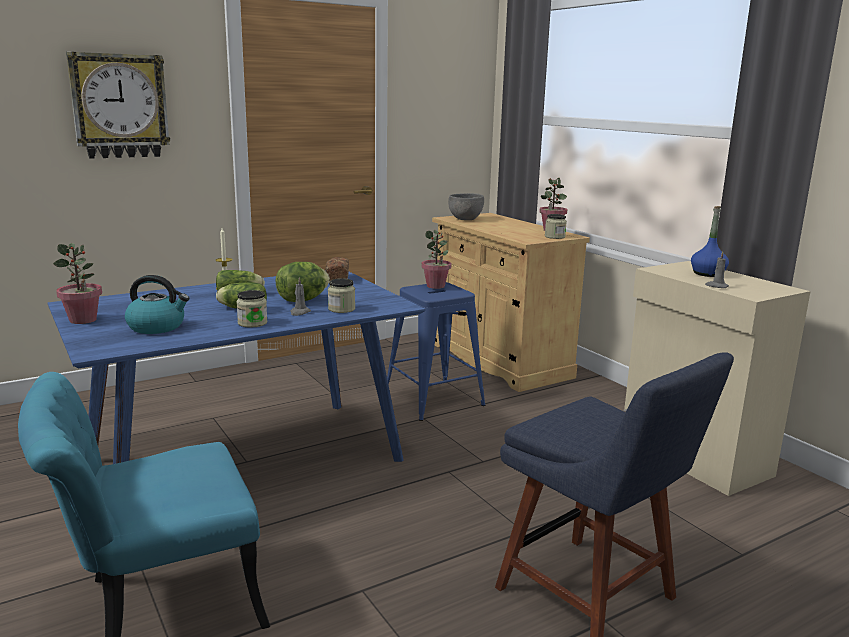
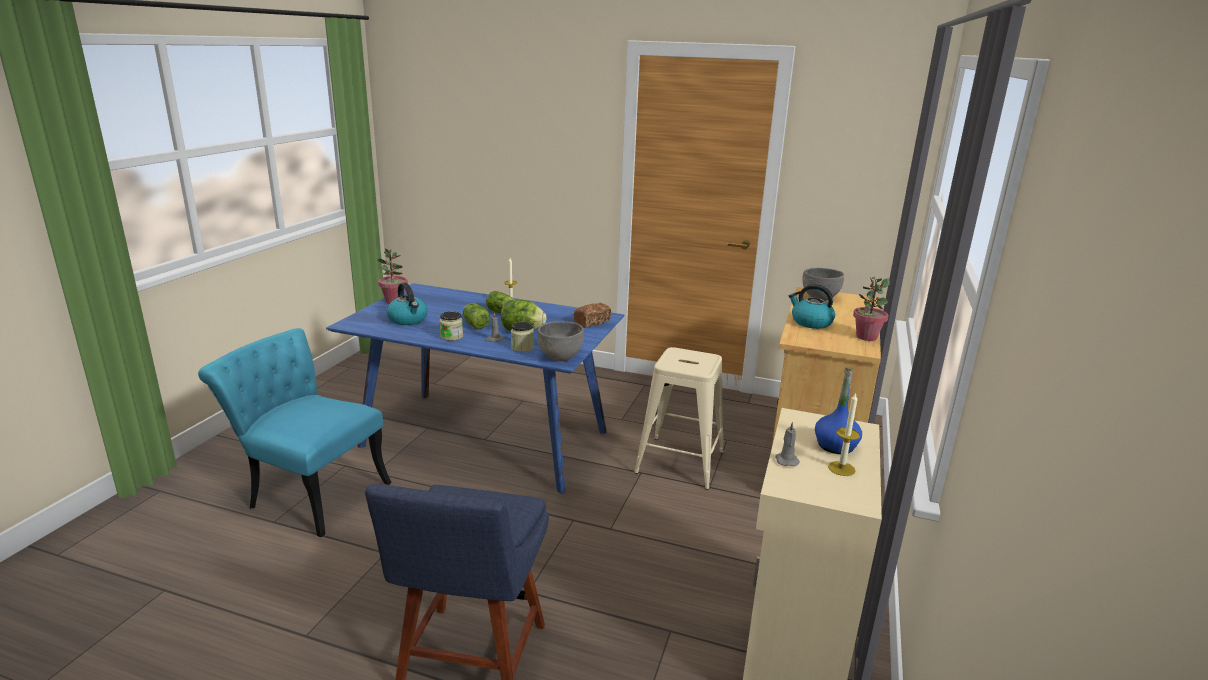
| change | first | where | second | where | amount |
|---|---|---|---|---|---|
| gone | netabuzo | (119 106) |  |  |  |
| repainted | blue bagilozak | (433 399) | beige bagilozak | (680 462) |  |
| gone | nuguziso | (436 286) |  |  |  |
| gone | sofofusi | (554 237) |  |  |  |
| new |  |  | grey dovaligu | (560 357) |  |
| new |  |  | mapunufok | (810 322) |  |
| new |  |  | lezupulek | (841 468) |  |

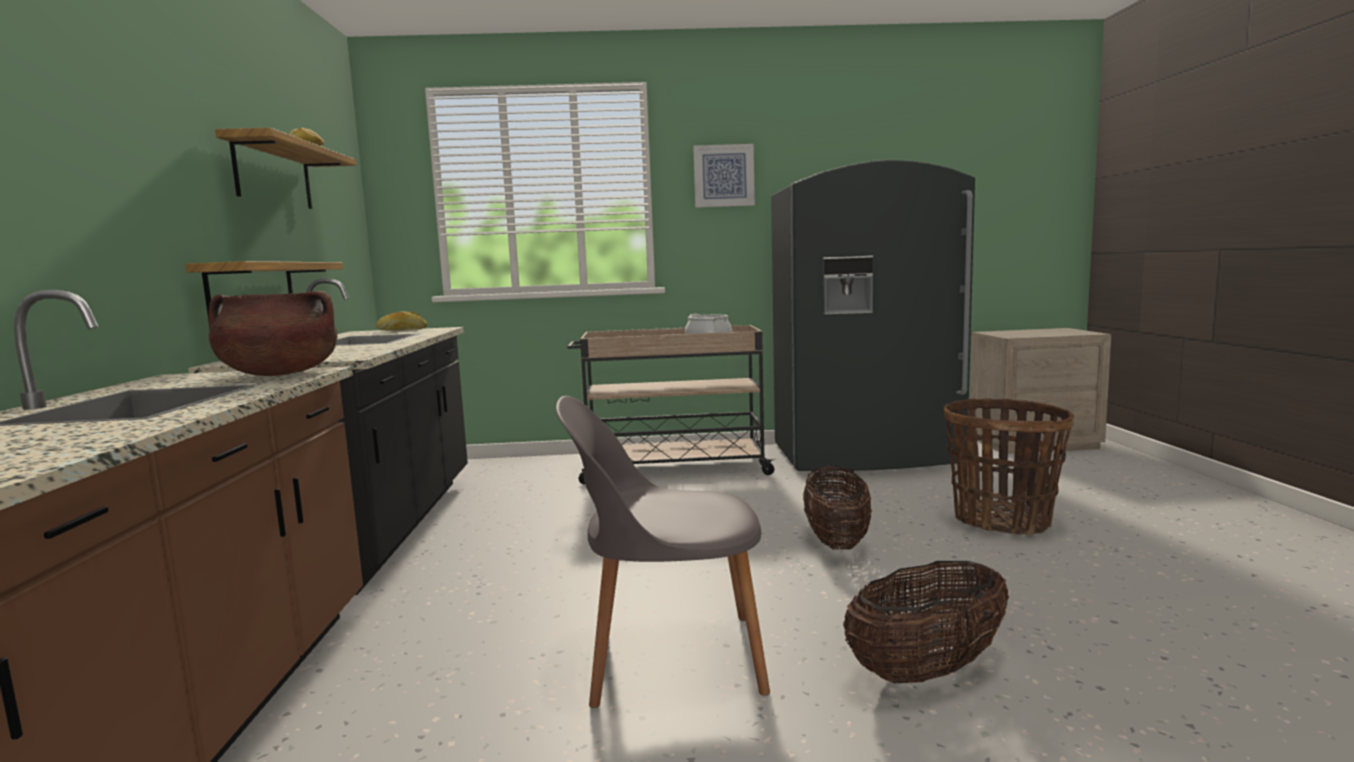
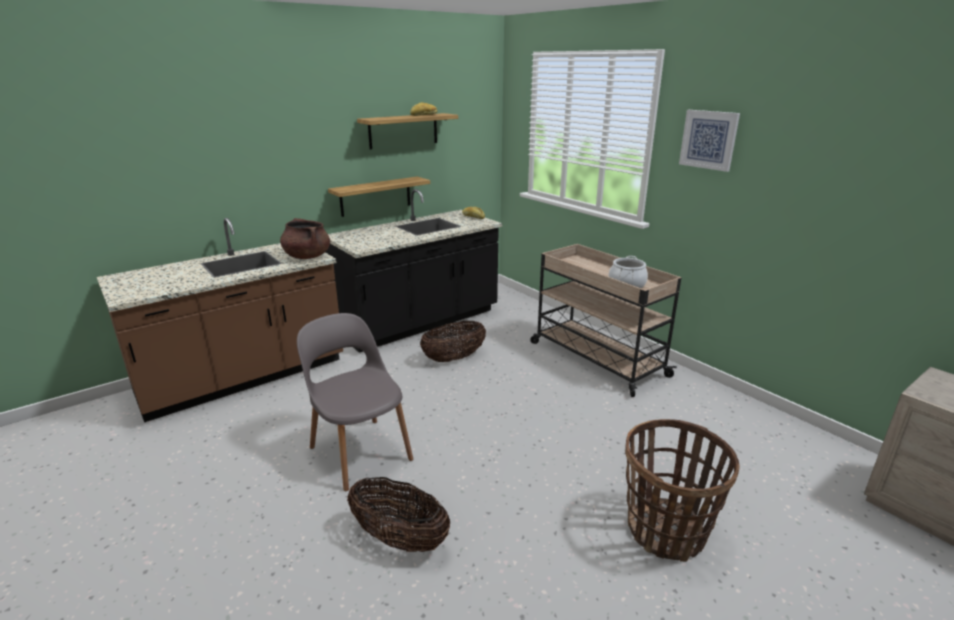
| change | first | where | second | where | amount |
|---|---|---|---|---|---|
| gone | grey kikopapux | (866 455) |  |  |  |
| shifted | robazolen | (836 541) |  | (454 358) |  |

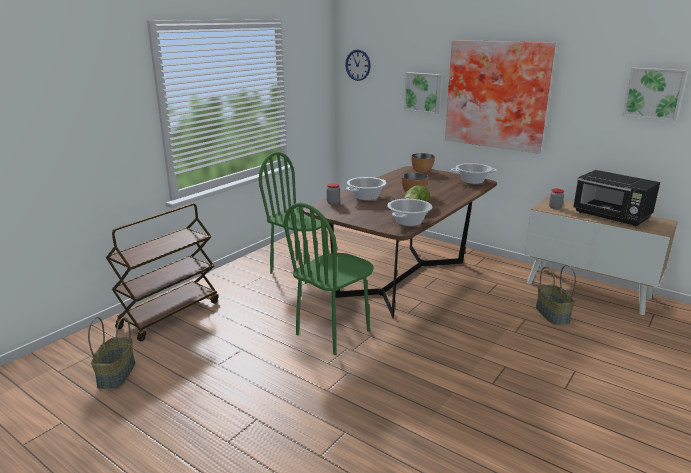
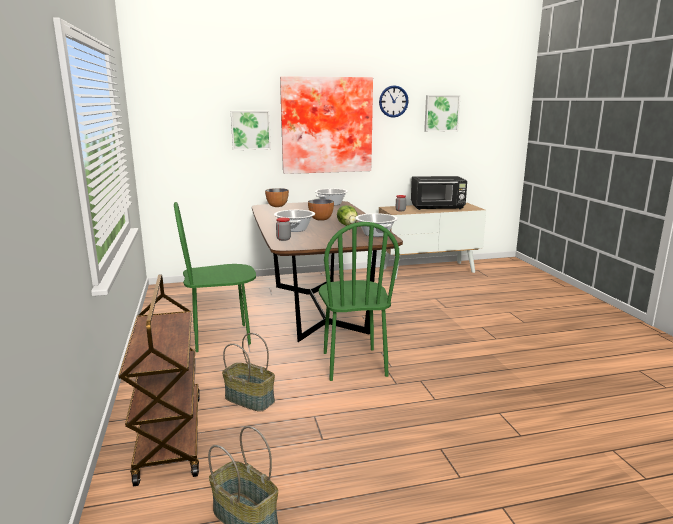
| change | first | where | second | where | amount |
|---|---|---|---|---|---|
| shifted | netabuzo | (358 65) |  | (393 101) |  |
| shifted | robazolen | (553 315) |  | (250 399) |  |

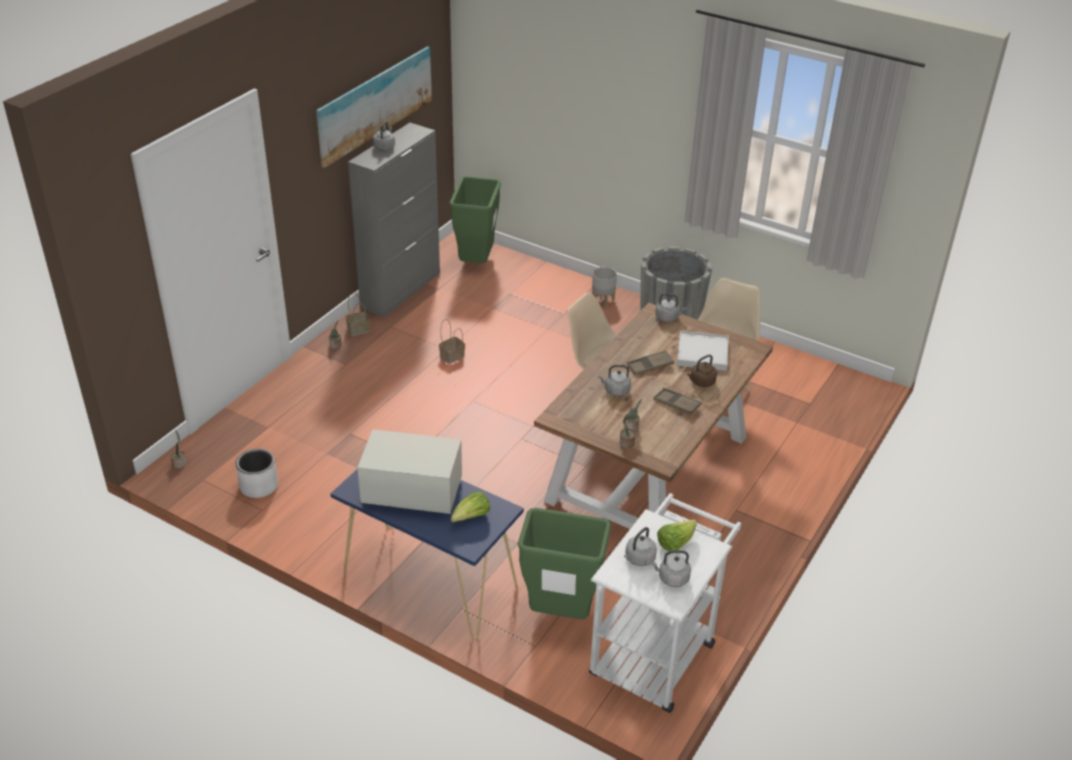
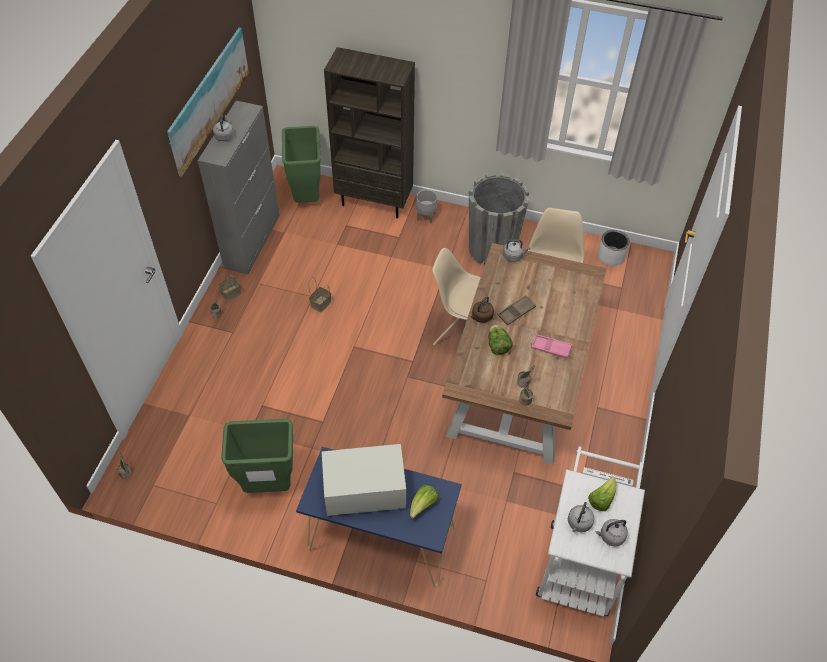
| change | first | where | second | where | amount |
|---|---|---|---|---|---|
| shifted | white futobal | (259 486) |  | (611 256) |  |
| shifted | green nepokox | (559 614) |  | (267 485) |  |
| swapped | grey mapunufok | (615 391) | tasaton | (497 346) |  |
| repainted | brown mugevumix | (676 404) | pink mugevumix | (551 348) |  |
| gone | white mugevumix | (702 353) |  |  |  |
| shifted | brown mapunufok | (701 382) |  | (481 317) |  |
| new |  |  | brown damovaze | (374 202) |  |

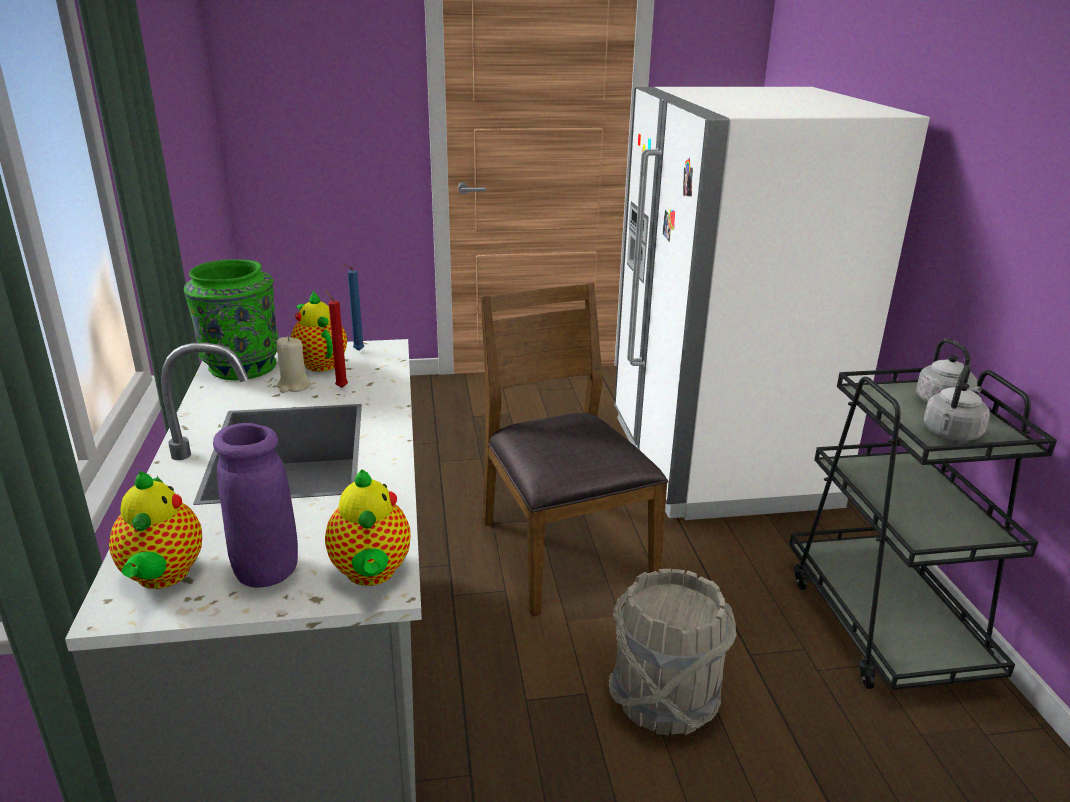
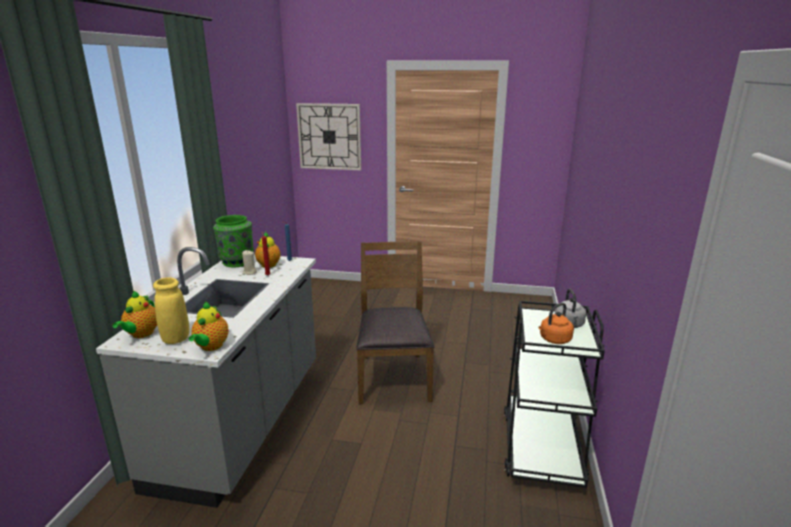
| change | first | where | second | where | amount |
|---|---|---|---|---|---|
| repainted | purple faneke | (266 570) | yellow faneke | (176 339) |  |
| gone | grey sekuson | (665 700) |  |  |  |
| gone | white kikopapux | (718 460) |  |  |  |
| repainted | grey mapunufok | (950 434) | orange mapunufok | (554 340) |  |
| new |  |  | netabuzo | (329 136) |  |

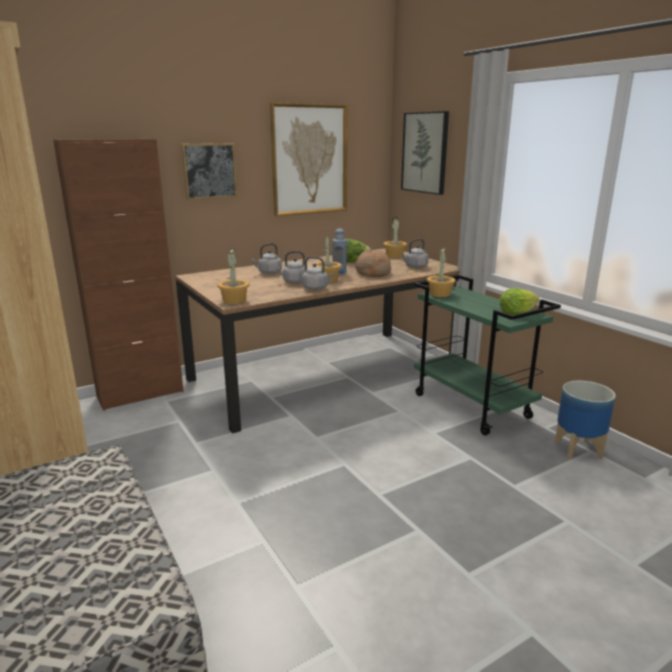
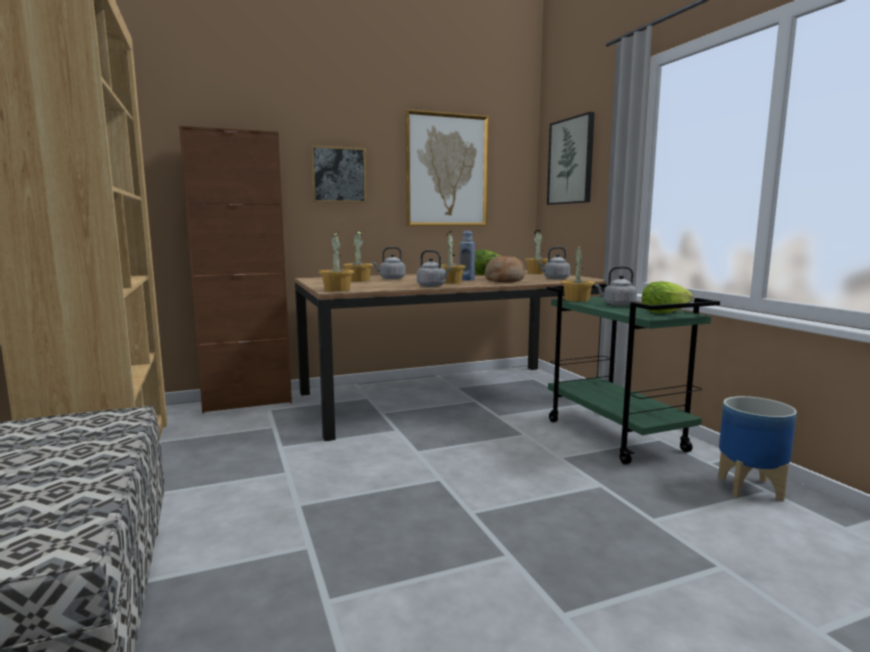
| change | first | where | second | where | amount |
|---|---|---|---|---|---|
| shifted | grey mapunufok | (293 282) |  | (617 305) |  |
| new |  |  | nuguziso | (358 280) |  |

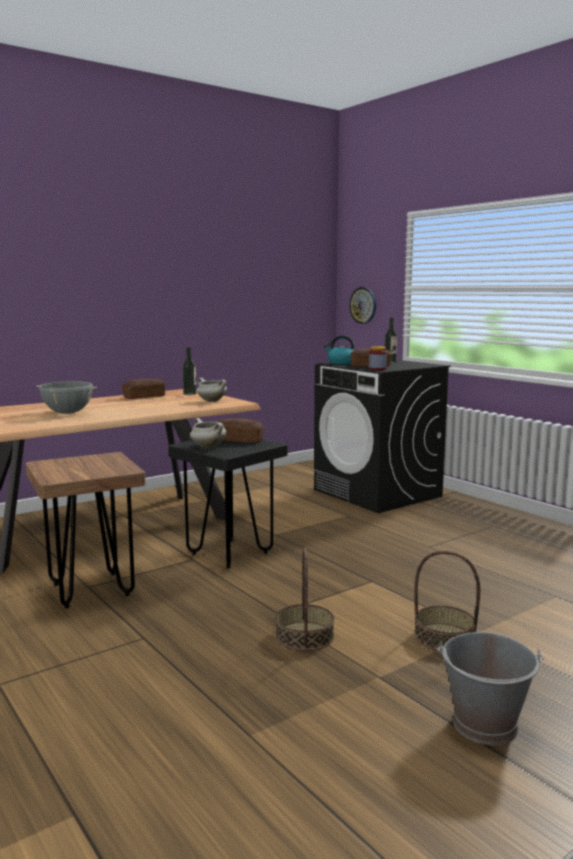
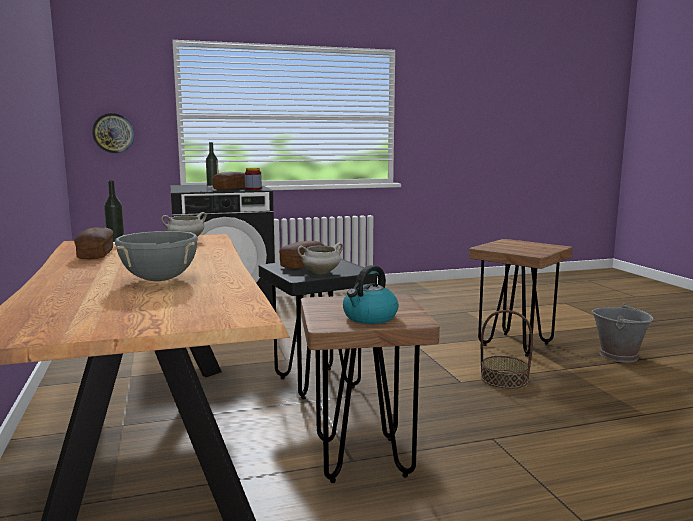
| change | first | where | second | where | amount |
|---|---|---|---|---|---|
| shifted | mapunufok | (341 363) |  | (369 318) |  |
| swapped | robazolen | (444 637) | brown bagilozak | (515 344) |  |

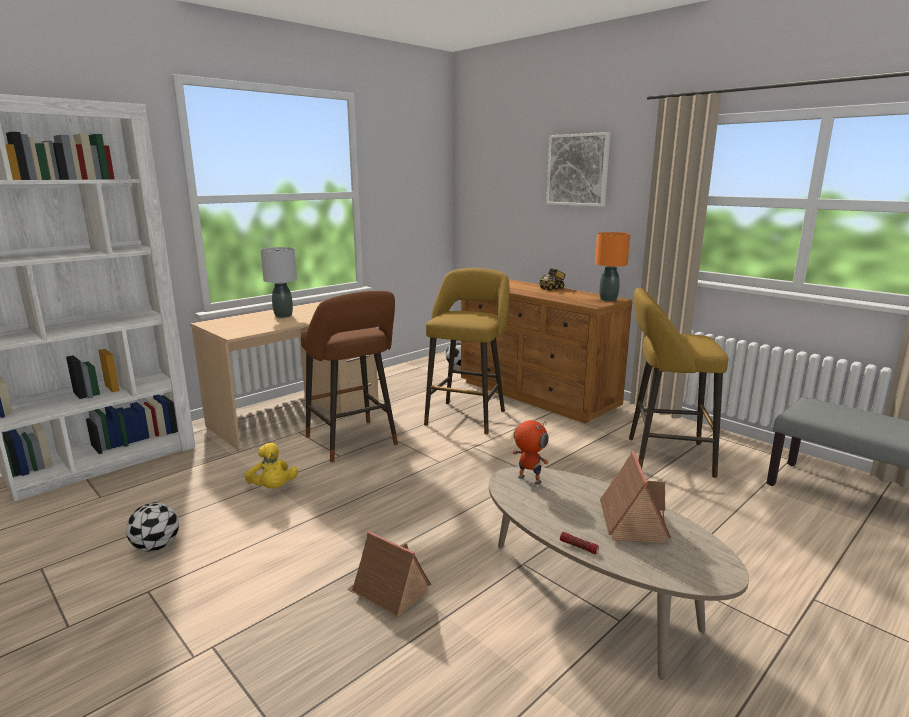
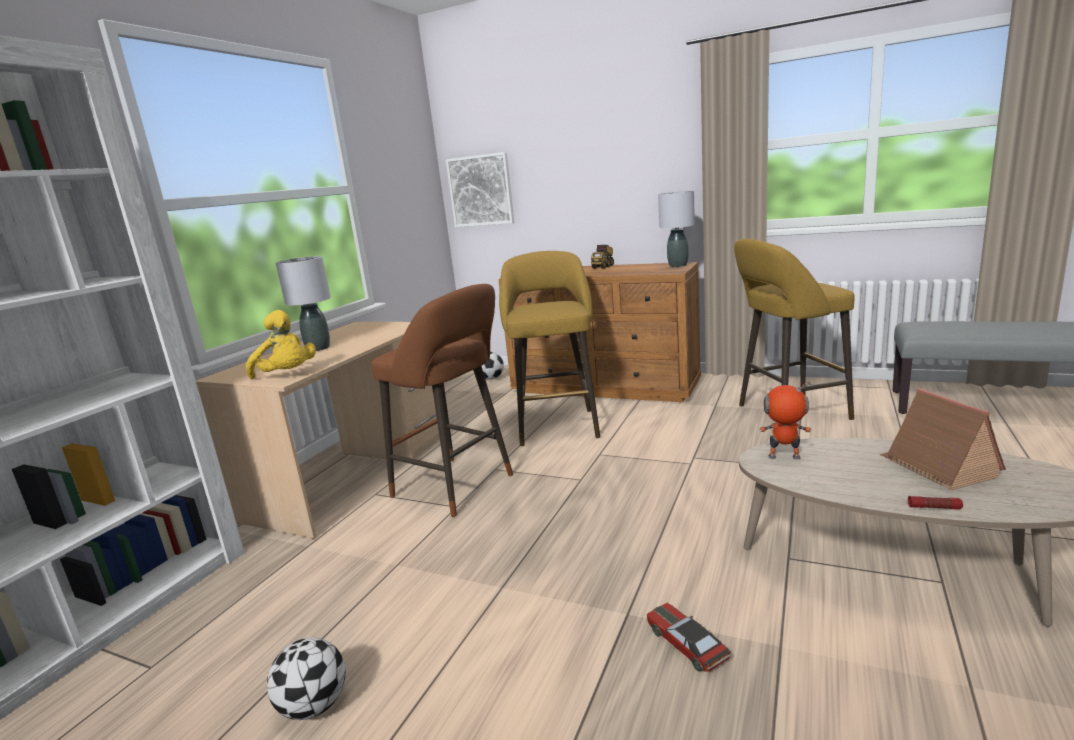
| change | first | where | second | where | amount |
|---|---|---|---|---|---|
| shifted | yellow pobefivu | (273 488) |  | (287 375) |  |
| swapped | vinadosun | (388 591) | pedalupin | (686 643) |  |
| shifted | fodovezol | (578 170) |  | (481 190) |  |
| repainted | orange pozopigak | (608 299) | grey pozopigak | (677 265) |  |

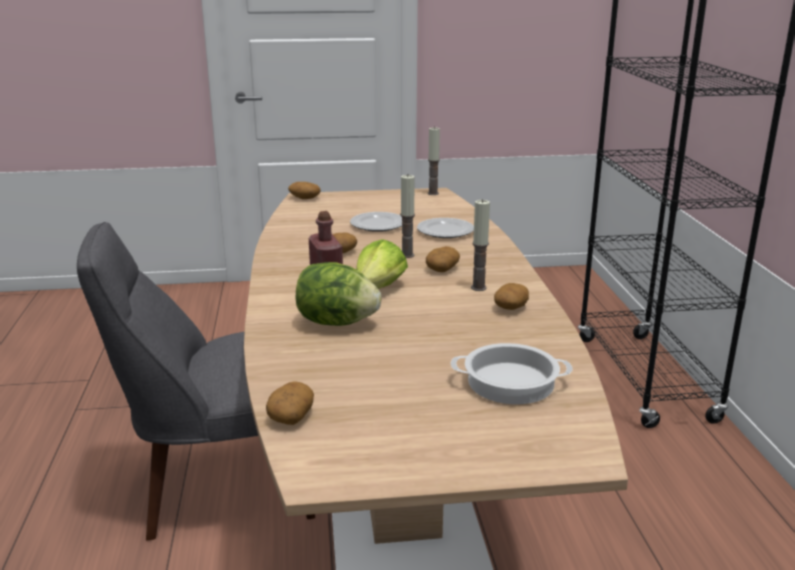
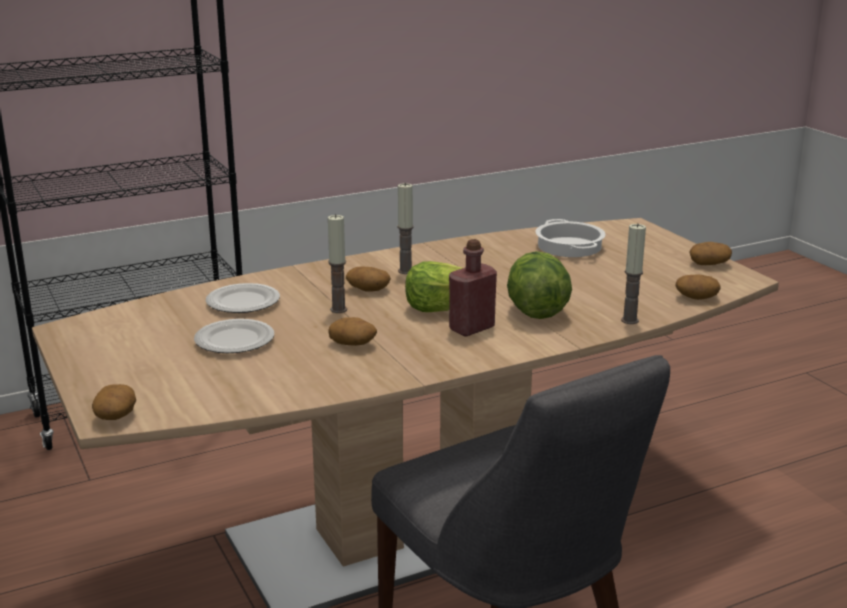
| change | first | where | second | where | amount |
|---|---|---|---|---|---|
| shifted | lezupulek | (433 193) |  | (630 320) |  |
| shifted | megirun | (511 307) |  | (709 264) |  |

